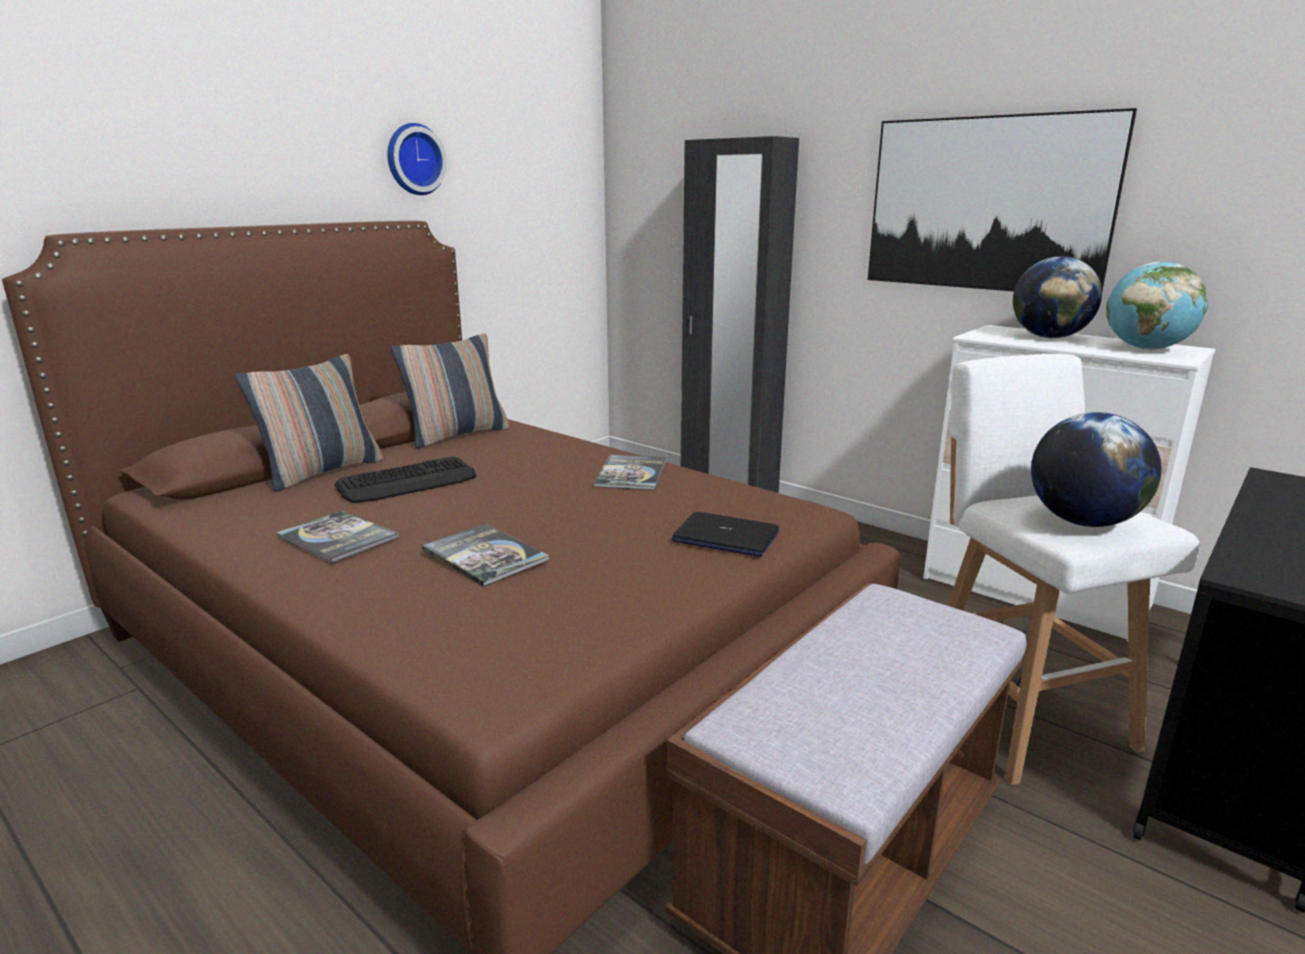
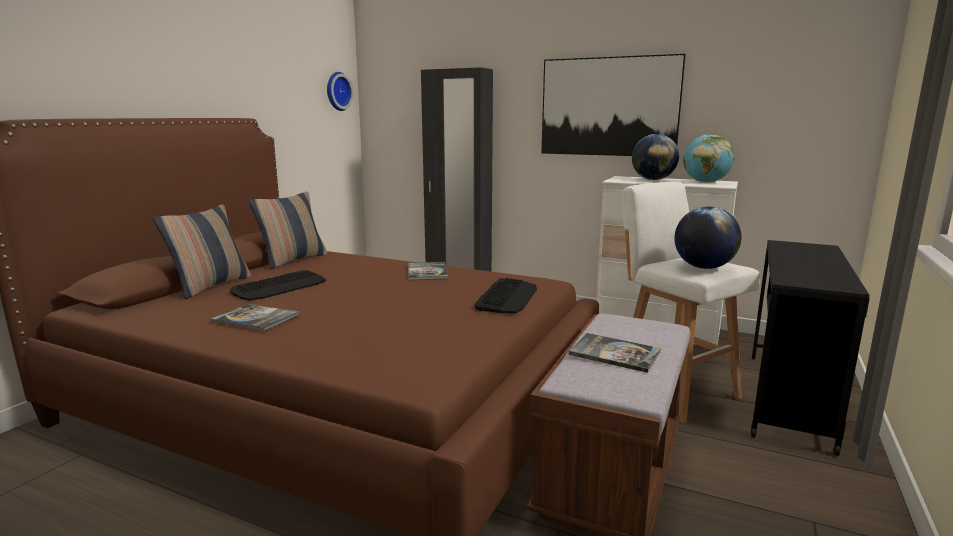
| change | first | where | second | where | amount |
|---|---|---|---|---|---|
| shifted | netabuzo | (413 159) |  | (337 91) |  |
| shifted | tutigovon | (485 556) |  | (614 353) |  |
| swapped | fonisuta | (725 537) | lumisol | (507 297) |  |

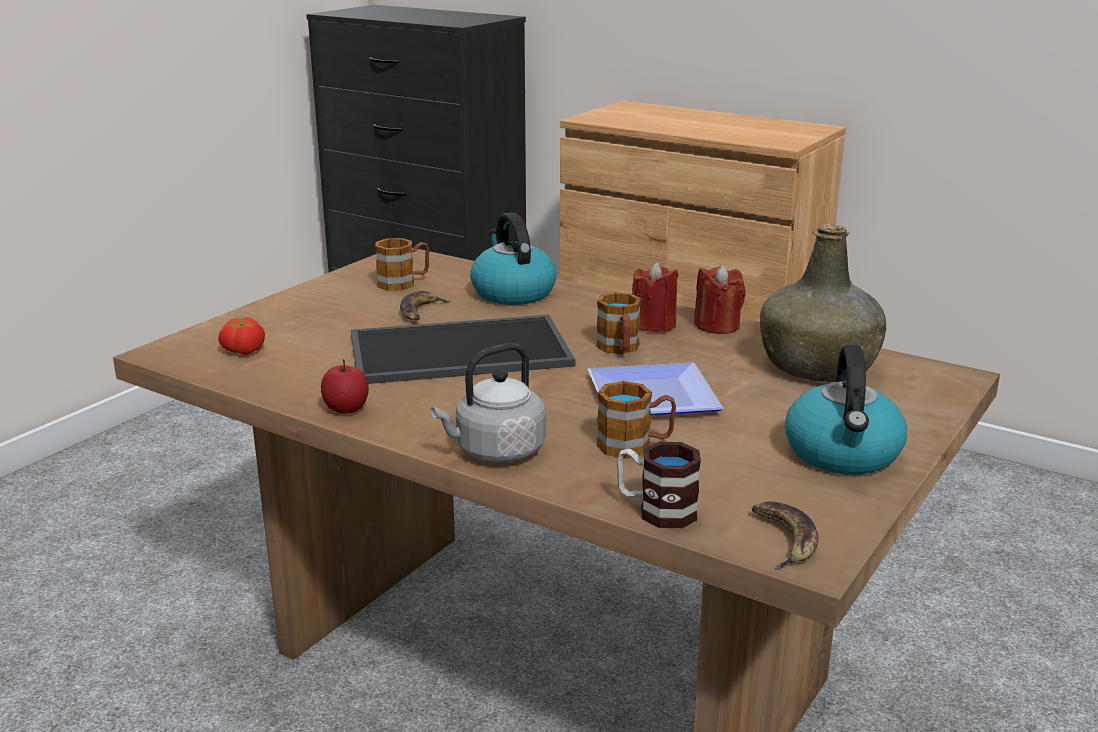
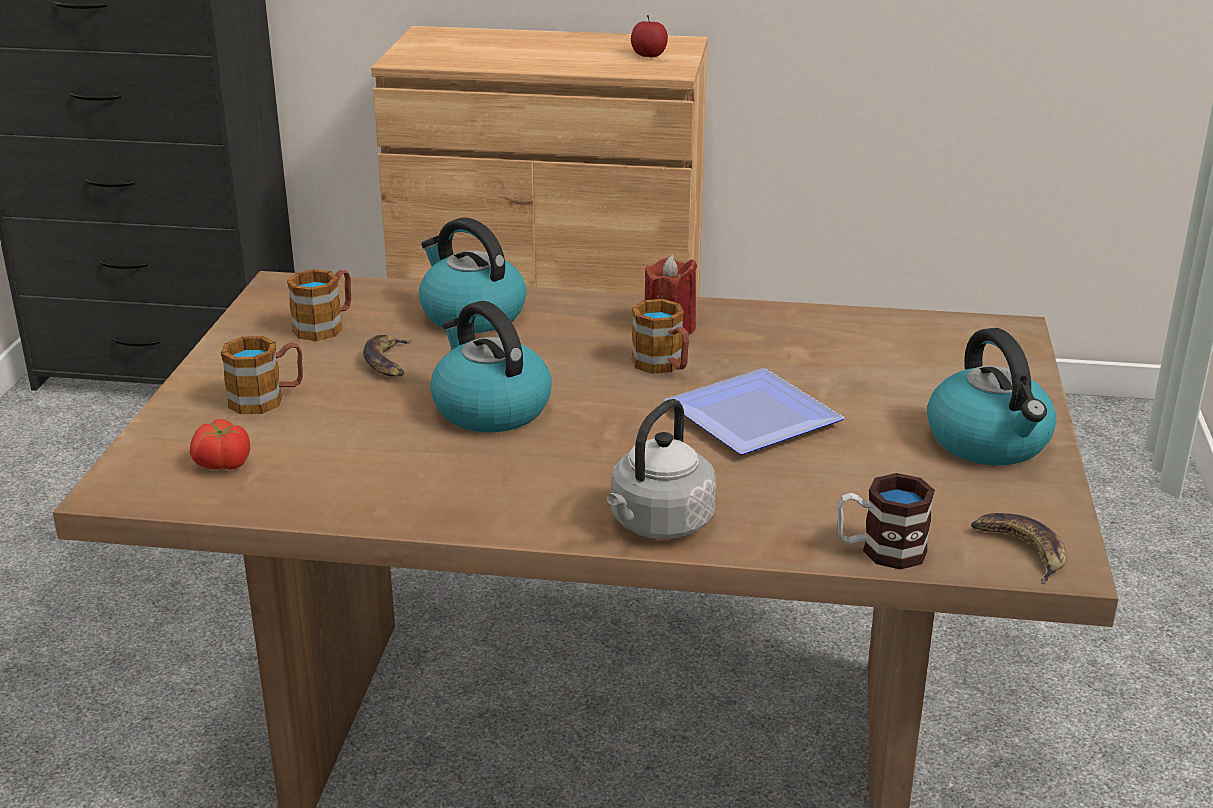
| change | first | where | second | where | amount |
|---|---|---|---|---|---|
| shifted | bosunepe | (346 408) |  | (649 55) |  |
| swapped | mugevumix | (458 352) | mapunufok | (489 409) |  |
| shifted | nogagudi | (635 445) |  | (267 399) |  |
| gone | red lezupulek | (717 326) |  |  |  |
| gone | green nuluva | (819 366) |  |  |  |

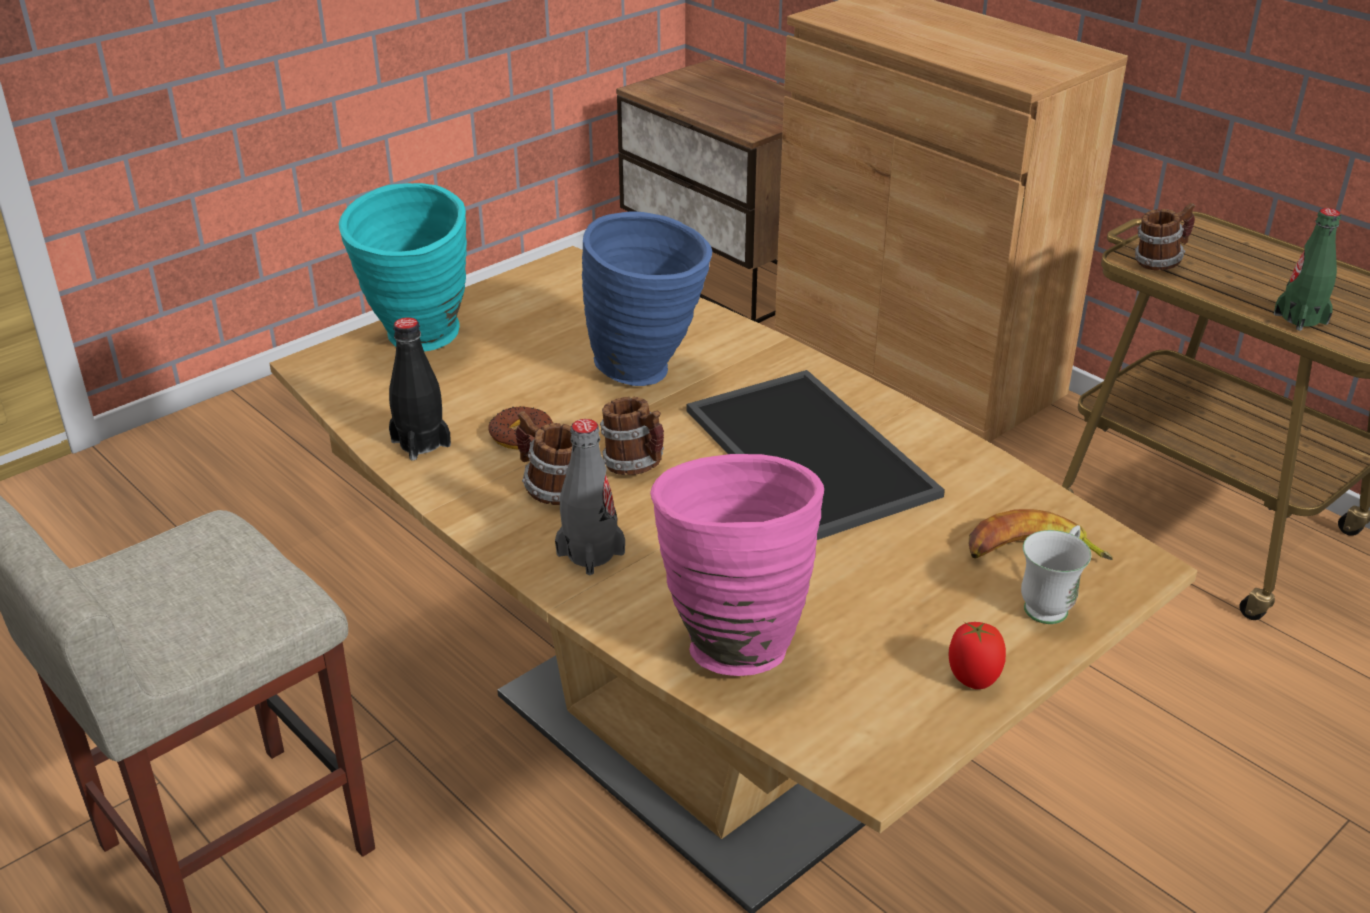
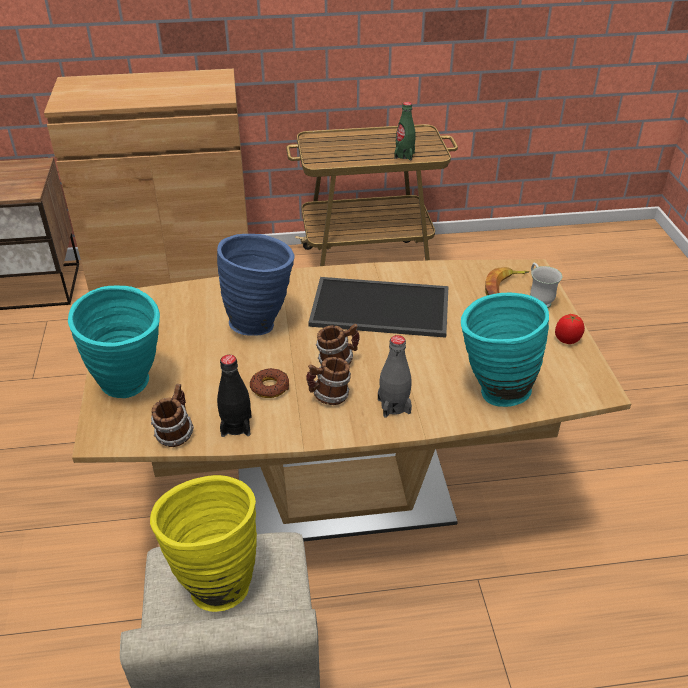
| change | first | where | second | where | amount |
|---|---|---|---|---|---|
| repainted | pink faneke | (731 638) | turquoise faneke | (492 390) |  |
| shifted | nogagudi | (1159 262) |  | (175 433) |  |
| new |  |  | yellow faneke | (214 580) |  |

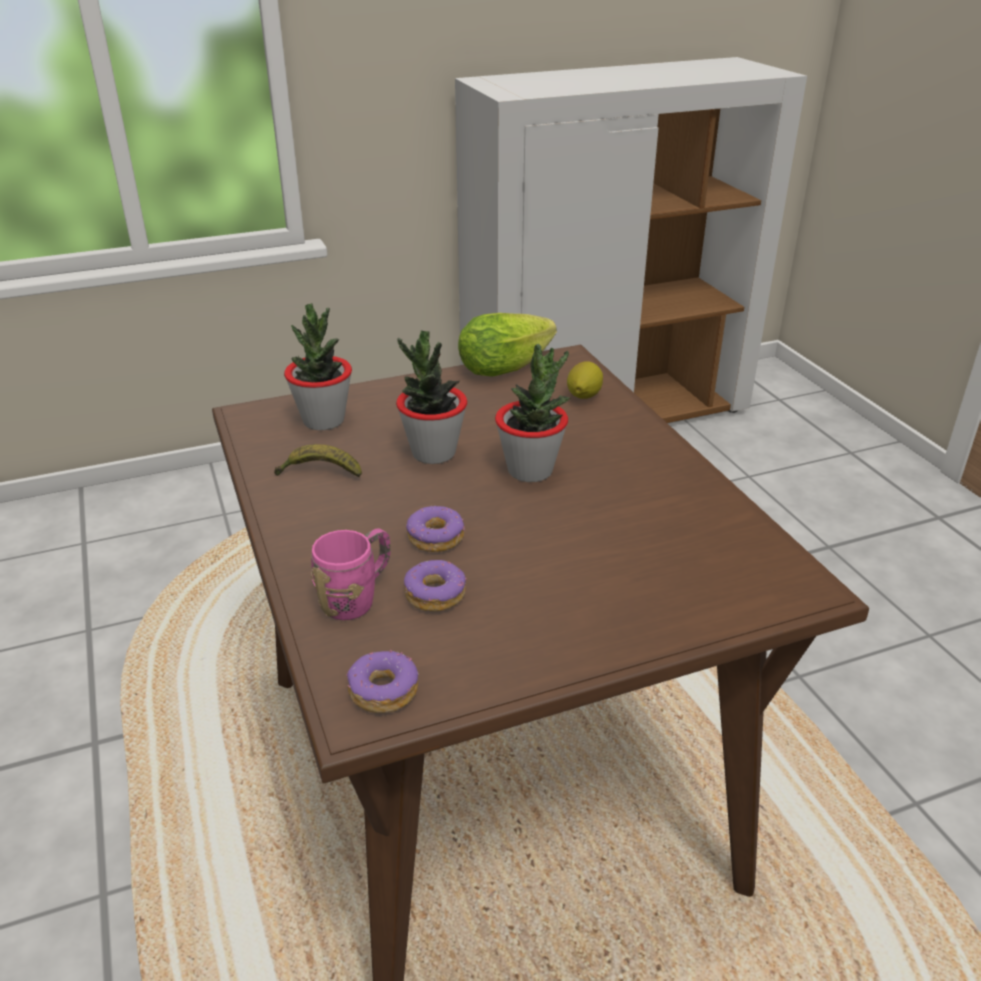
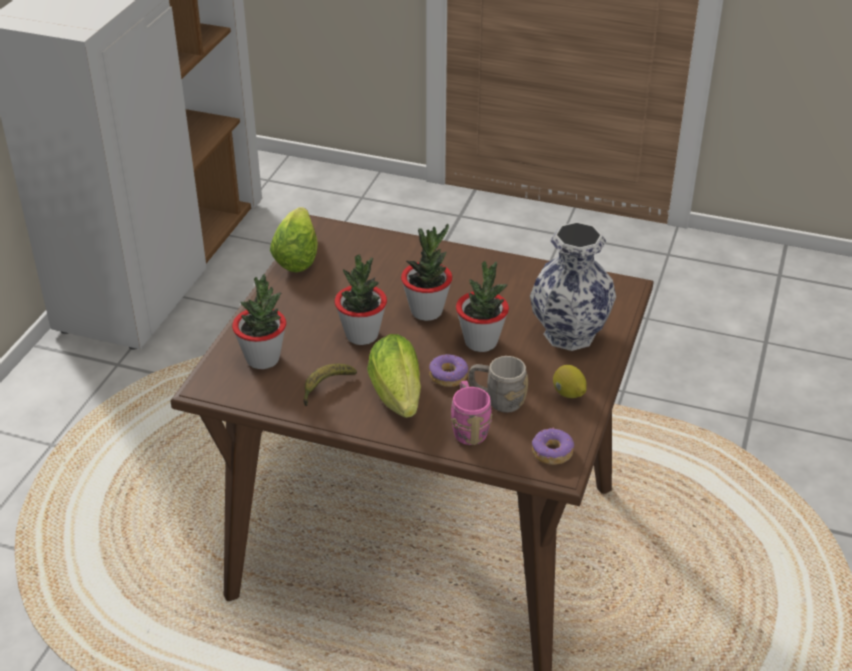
| change | first | where | second | where | amount |
|---|---|---|---|---|---|
| swapped | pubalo | (435 594) | grey nogagudi | (497 400) |  |
| shifted | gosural | (583 396) |  | (568 394) |  |
| new |  |  | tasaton | (398 398) |  |
| new |  |  | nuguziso | (481 342) |  |
| new |  |  | faneke | (569 335) |  |

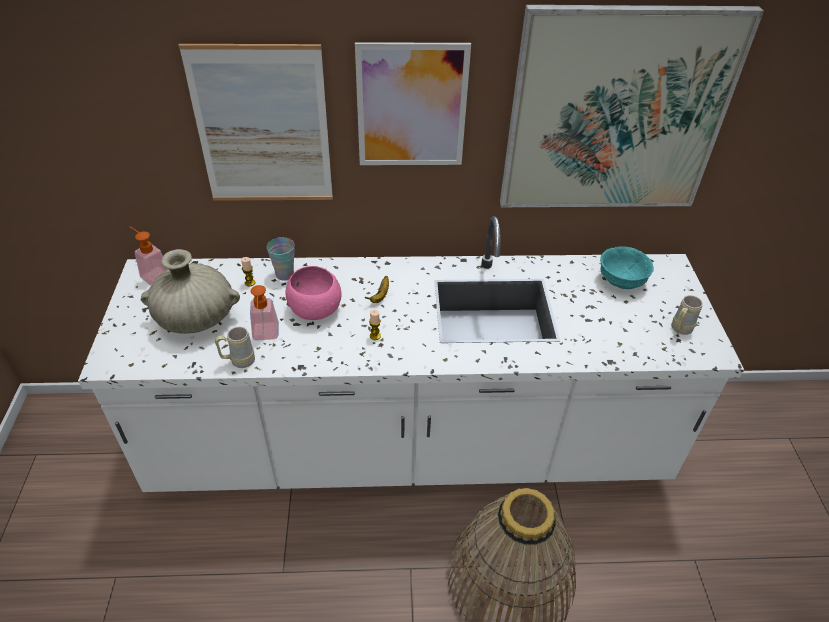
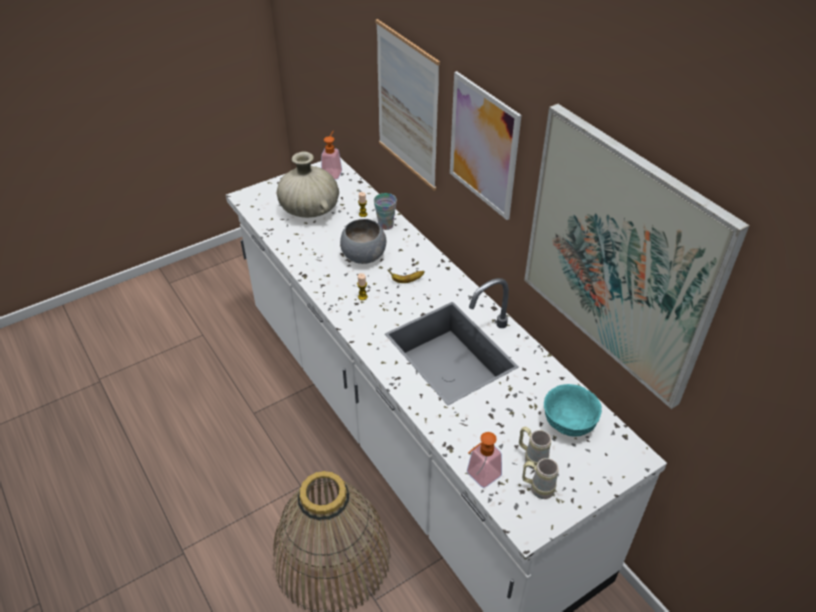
| change | first | where | second | where | amount |
|---|---|---|---|---|---|
| shifted | beige nogagudi | (238 361) |  | (531 458) |  |
| shifted | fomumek | (265 336) |  | (479 477) |  |
| repainted | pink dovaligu | (315 310) | grey dovaligu | (363 256) |  |

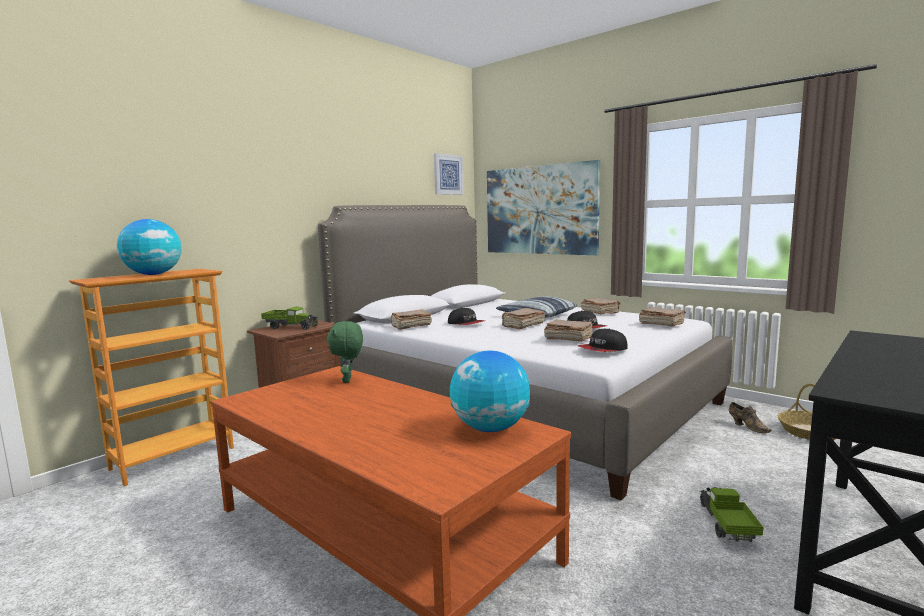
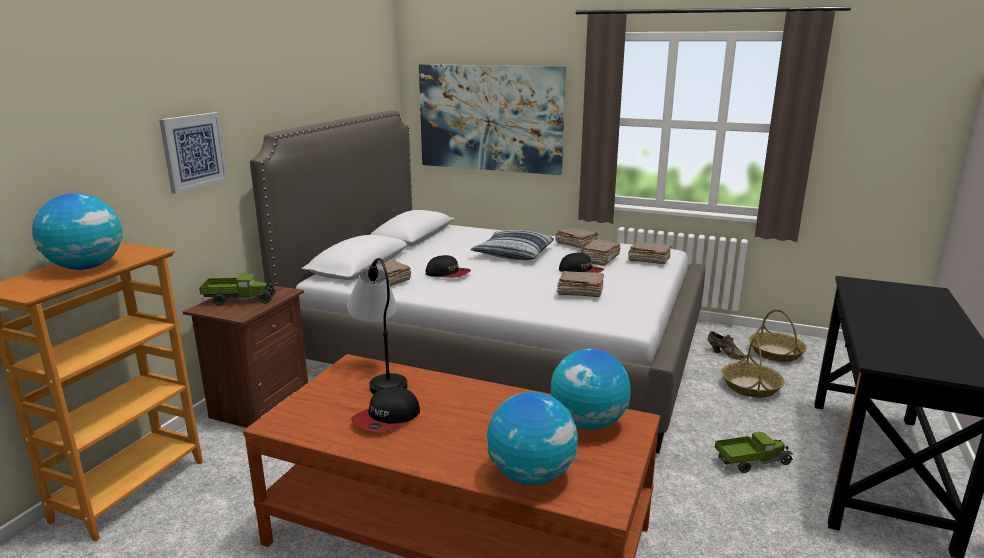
| change | first | where | second | where | amount |
|---|---|---|---|---|---|
| swapped | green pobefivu | (348 380) | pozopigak | (381 376) |  |
| shifted | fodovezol | (448 174) |  | (193 151) |  |
| shifted | brown tutigovon | (522 325) |  | (599 259) |  |
| shifted | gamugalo | (603 349) |  | (387 418) |  |
| rotated | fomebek | (726 525) |  | (751 462) | 90 degrees clockwise |
| new |  |  | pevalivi | (531 475) |  |
| new |  |  | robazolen | (751 387) |  |

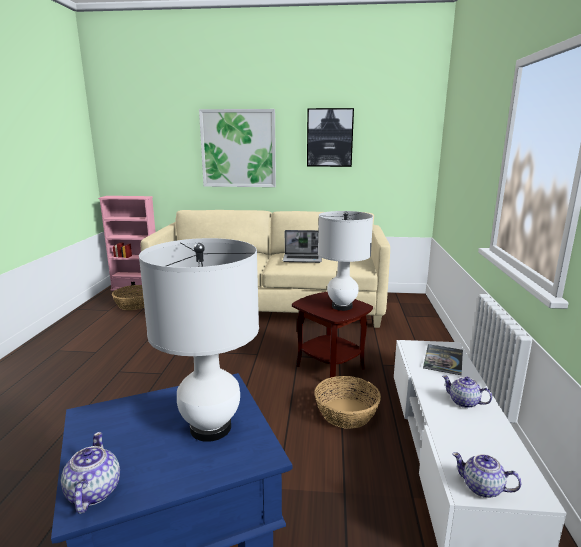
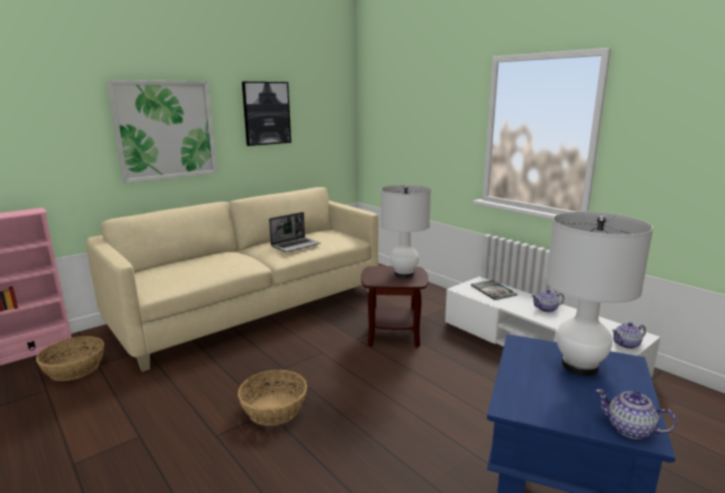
| change | first | where | second | where | amount |
|---|---|---|---|---|---|
| shifted | robazolen | (346 413) |  | (274 409) |  |

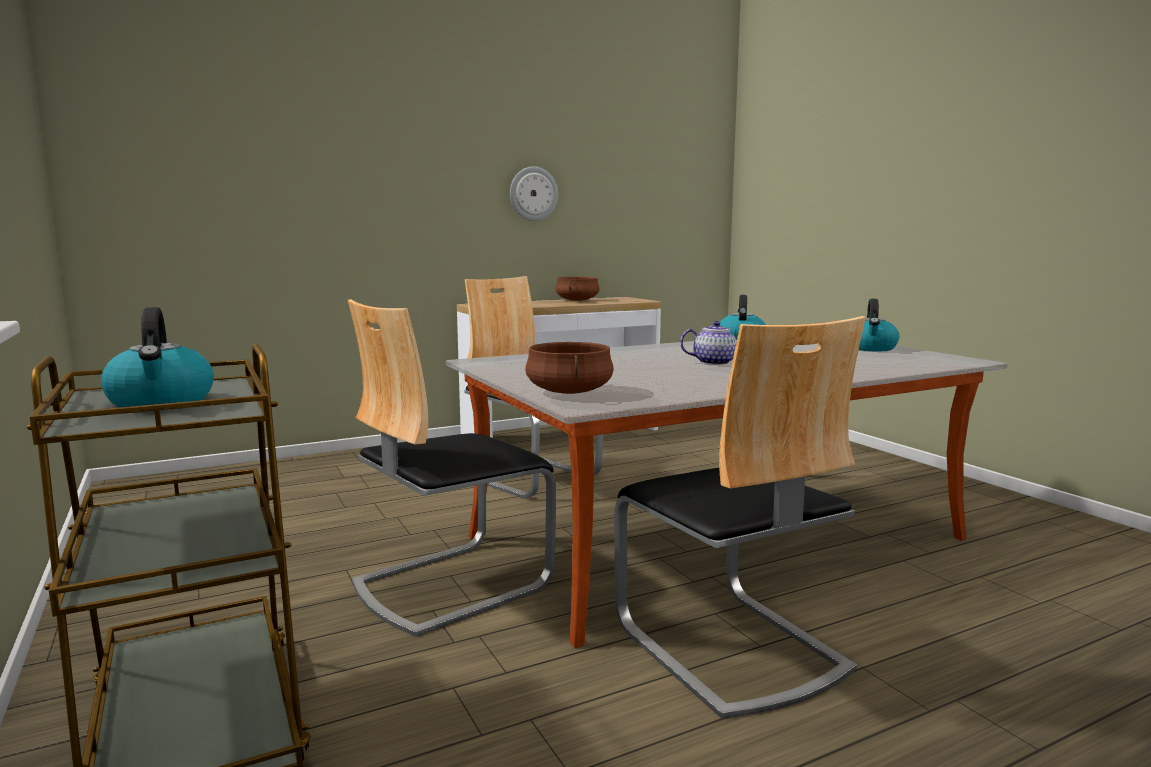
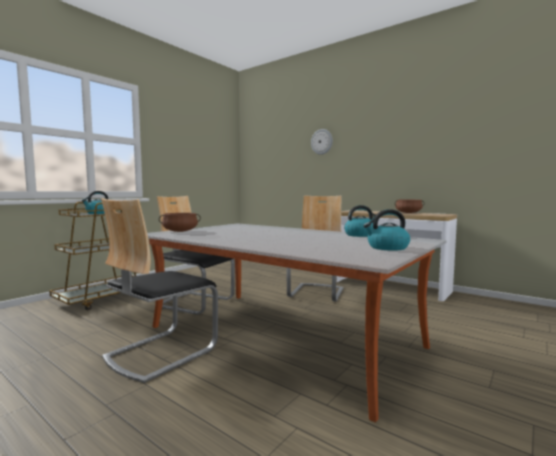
| change | first | where | second | where | amount |
|---|---|---|---|---|---|
| shifted | netabuzo | (533 193) |  | (322 141) |  |
| gone | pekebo | (715 362) |  |  |  |

